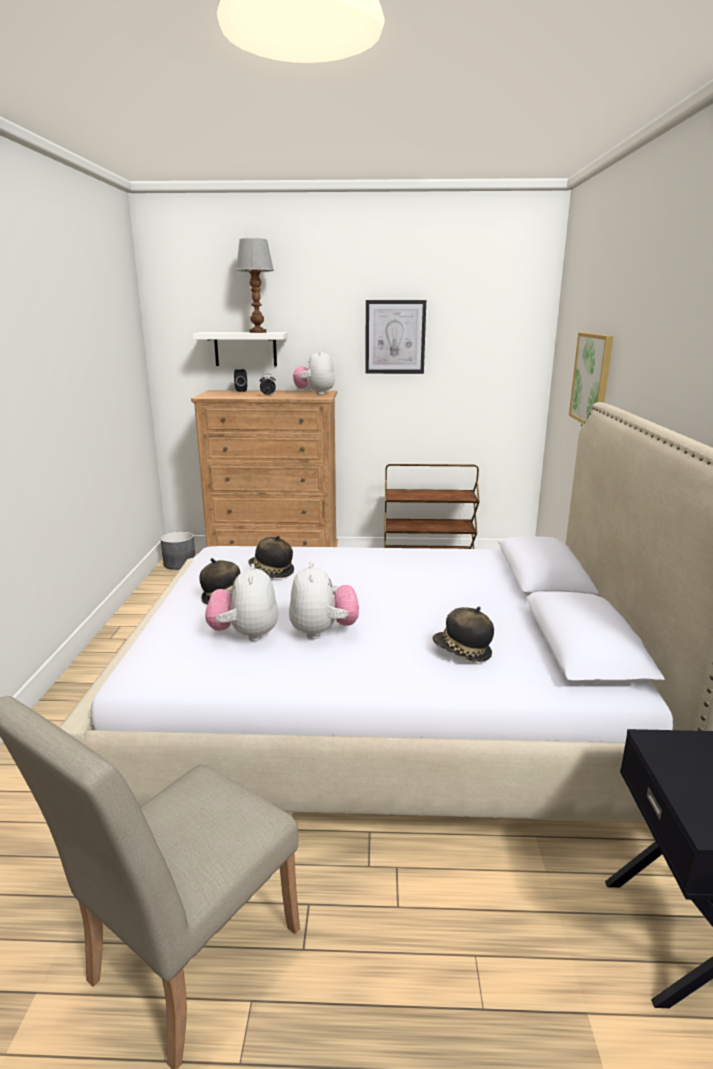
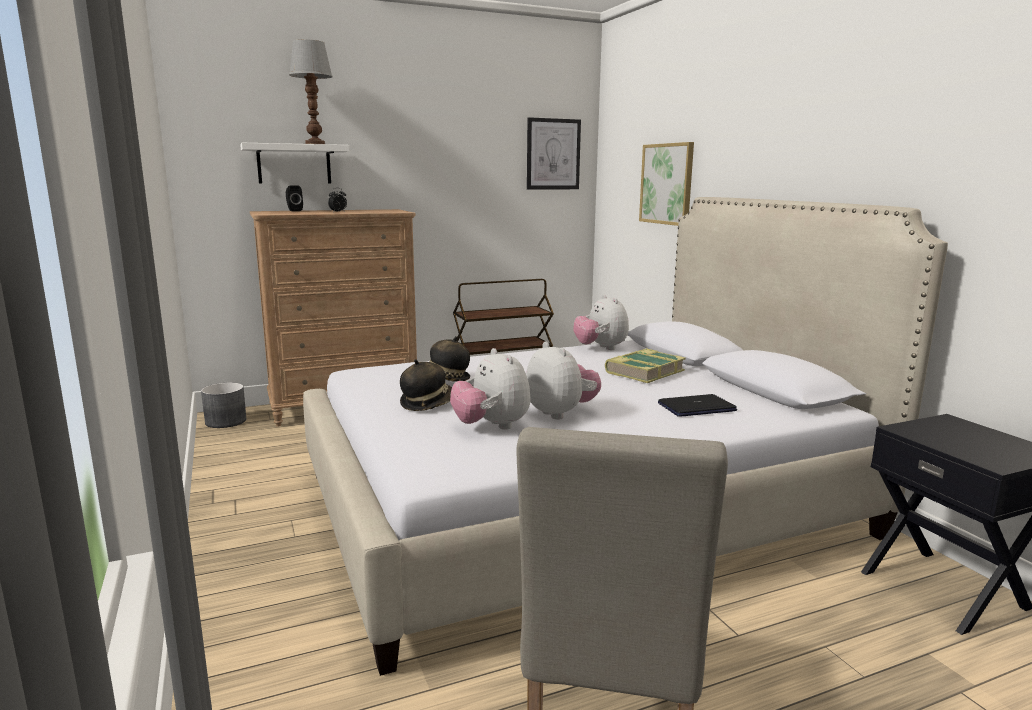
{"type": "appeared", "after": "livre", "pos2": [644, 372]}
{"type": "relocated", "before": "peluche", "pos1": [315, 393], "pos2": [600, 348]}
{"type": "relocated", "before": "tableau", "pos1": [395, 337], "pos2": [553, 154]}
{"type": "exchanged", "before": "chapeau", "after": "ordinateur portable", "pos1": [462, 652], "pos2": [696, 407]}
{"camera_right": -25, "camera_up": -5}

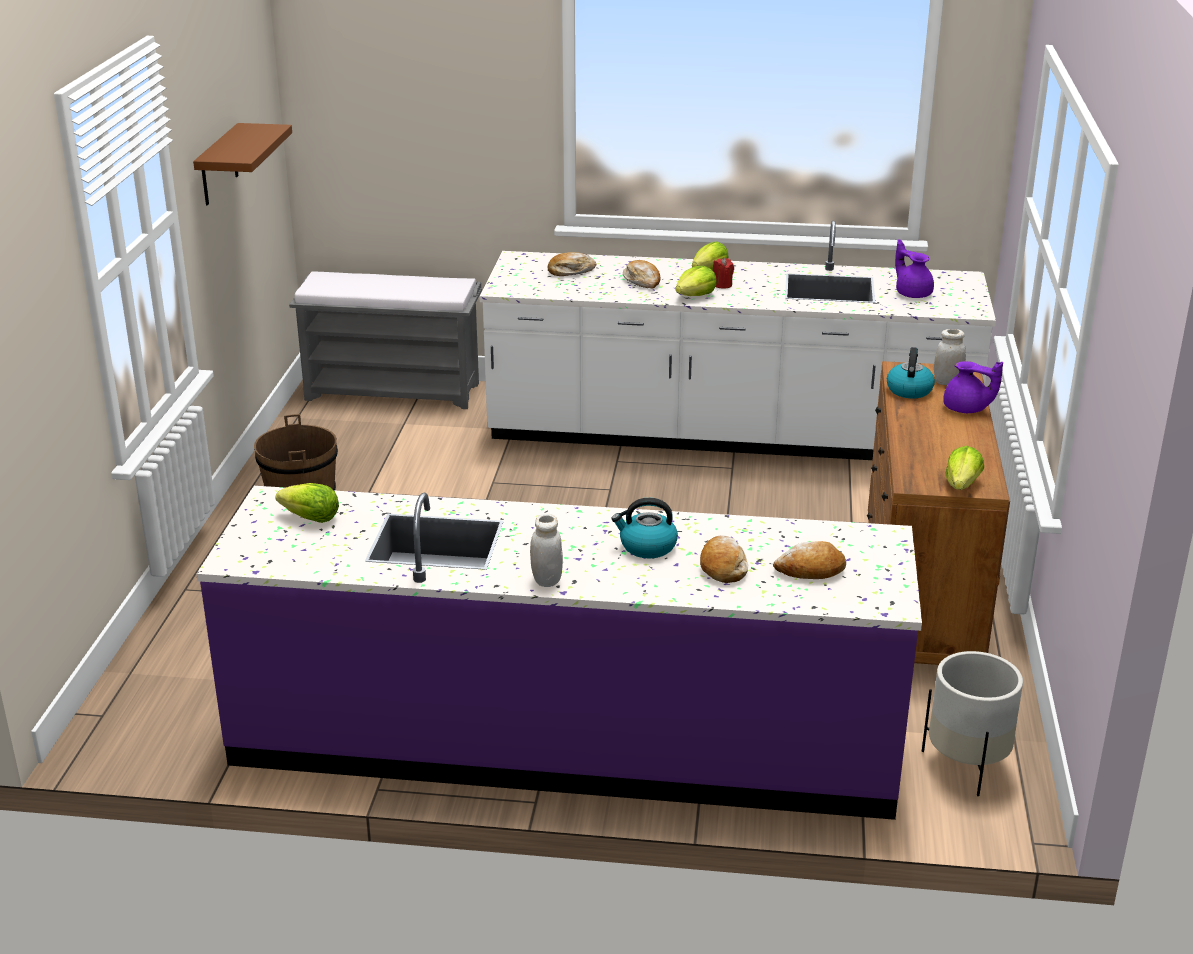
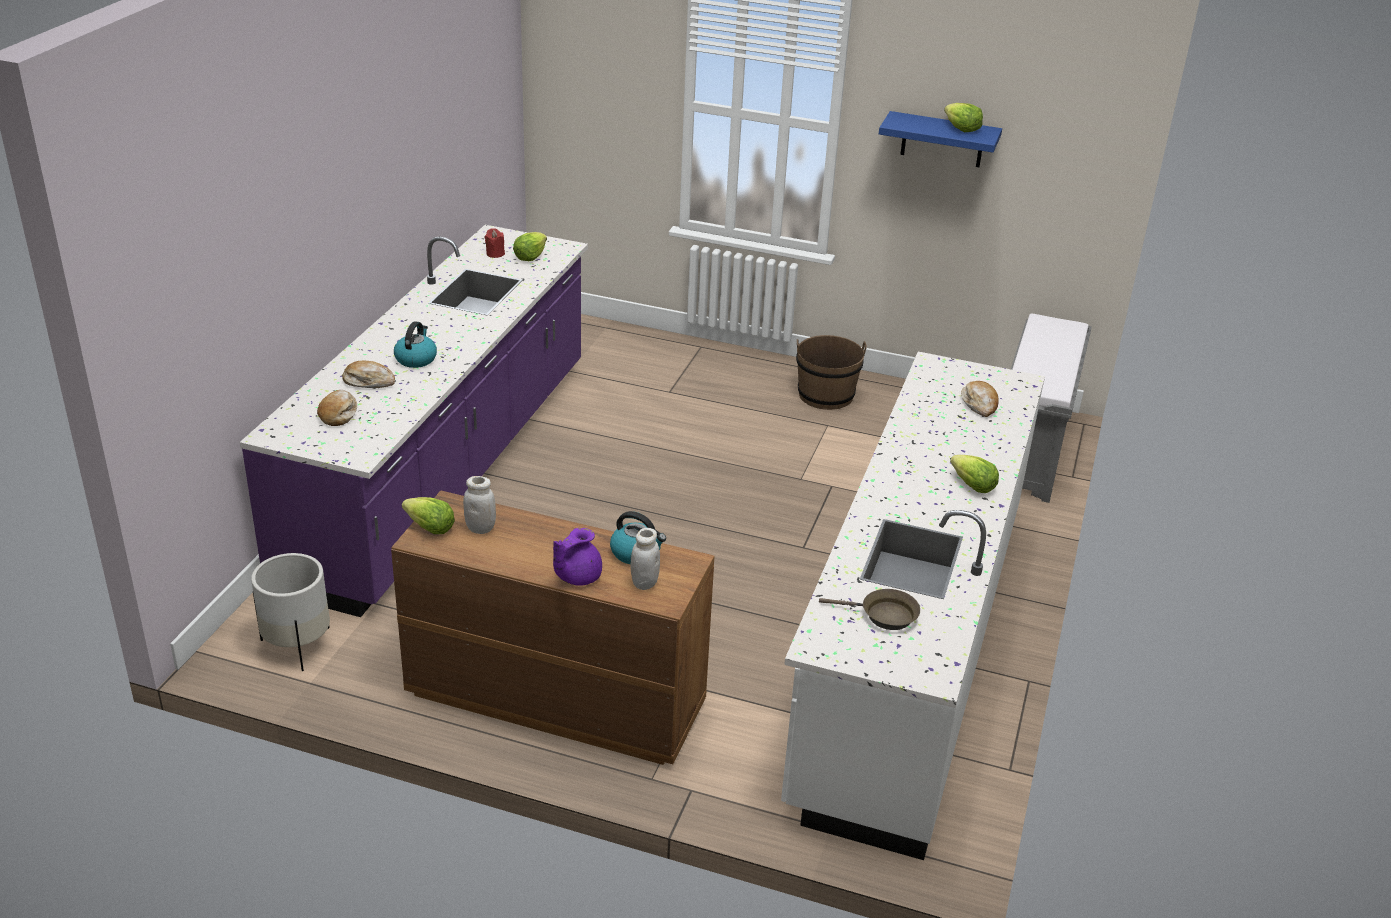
{"type": "missing", "before": "pain", "pos1": [642, 281]}
{"type": "relocated", "before": "bocal/blanc", "pos1": [546, 580], "pos2": [480, 528]}
{"type": "relocated", "before": "laitue", "pos1": [695, 296], "pos2": [961, 129]}
{"type": "relocated", "before": "bougie/rouge", "pos1": [722, 285], "pos2": [495, 254]}
{"type": "exchanged", "before": "théière/violet", "after": "poêle/marron", "pos1": [912, 293], "pos2": [884, 615]}
{"type": "colour", "before": "étagère/marron", "after": "étagère/bleu", "pos1": [219, 165], "pos2": [942, 140]}
{"camera_right": 100, "camera_up": 5}

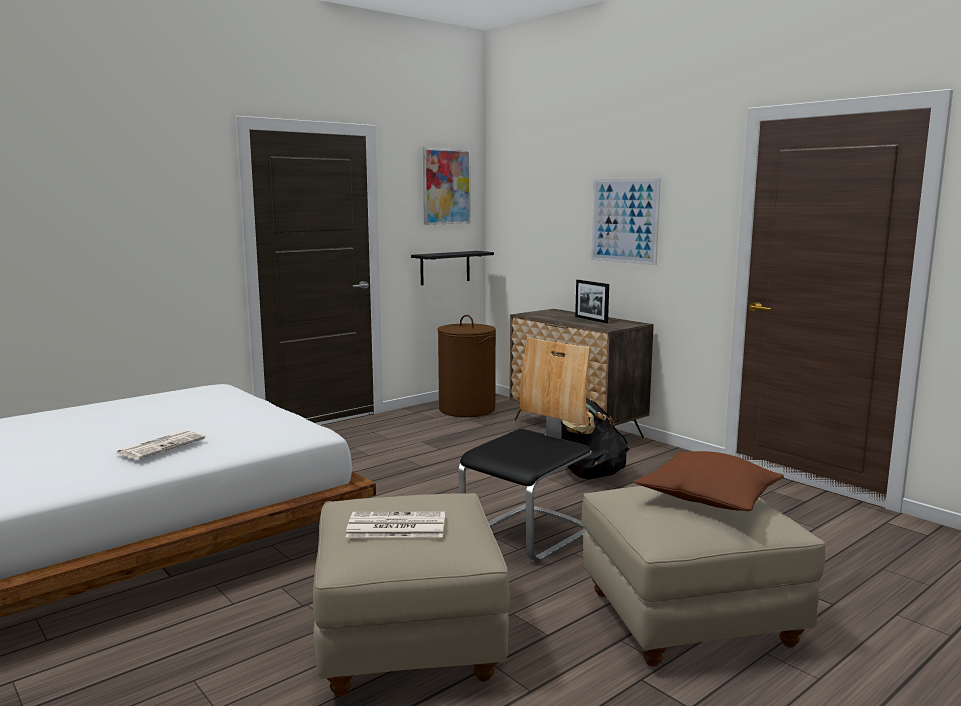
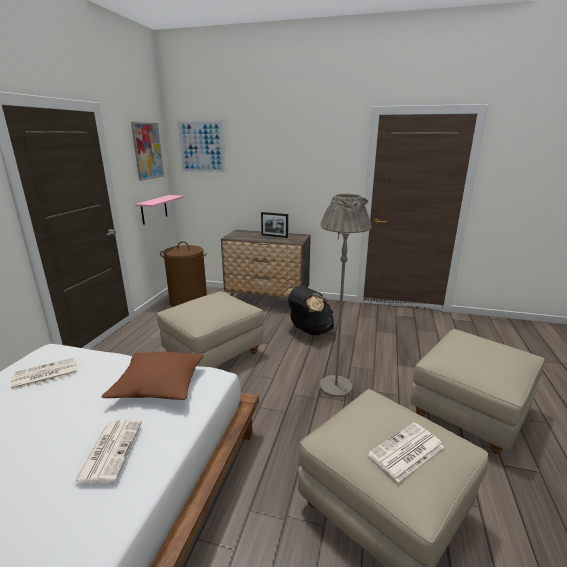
{"type": "appeared", "after": "journal", "pos2": [44, 374]}
{"type": "appeared", "after": "pouf/beige", "pos2": [213, 354]}
{"type": "relocated", "before": "tableau", "pos1": [624, 221], "pos2": [201, 147]}
{"type": "relocated", "before": "coussin/marron", "pos1": [708, 498], "pos2": [159, 386]}
{"type": "exchanged", "before": "chaise", "after": "lampadaire/gris", "pos1": [529, 534], "pos2": [335, 386]}
{"type": "colour", "before": "étagère/noir", "after": "étagère/rose", "pos1": [445, 267], "pos2": [154, 209]}
{"camera_right": -35, "camera_up": 10}

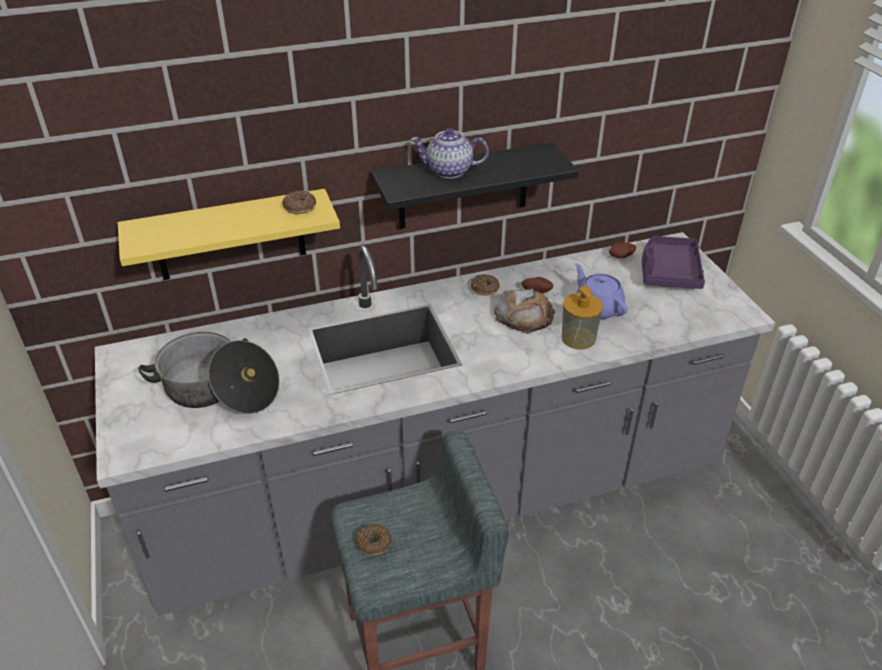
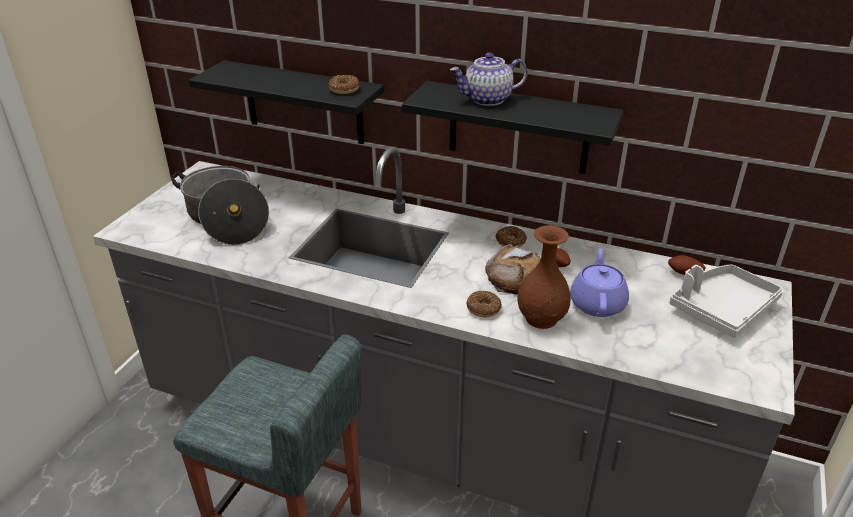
{"type": "relocated", "before": "beignet", "pos1": [373, 543], "pos2": [483, 309]}
{"type": "exchanged", "before": "distributeur de savon", "after": "vase/marron", "pos1": [578, 338], "pos2": [542, 318]}
{"type": "colour", "before": "étagère/jaune", "after": "étagère/noir", "pos1": [230, 236], "pos2": [304, 103]}
{"type": "colour", "before": "plateau/violet", "after": "plateau/gris", "pos1": [669, 271], "pos2": [722, 308]}
{"type": "spun", "before": "théière", "pos1": [449, 171], "pos2": [487, 99], "turn": -60}
{"camera_right": 40, "camera_up": -5}

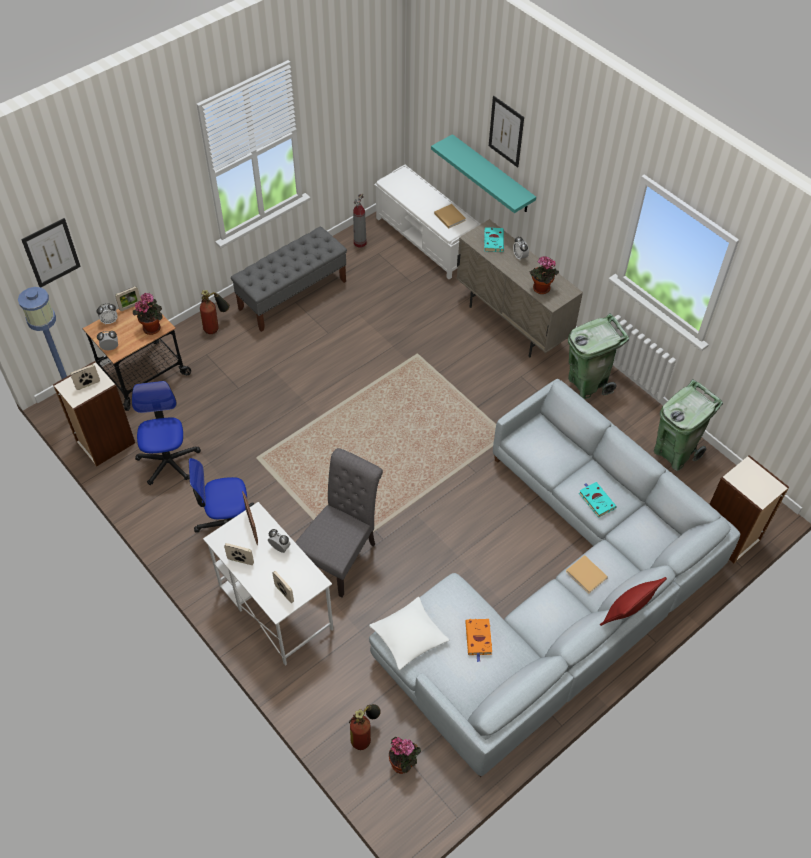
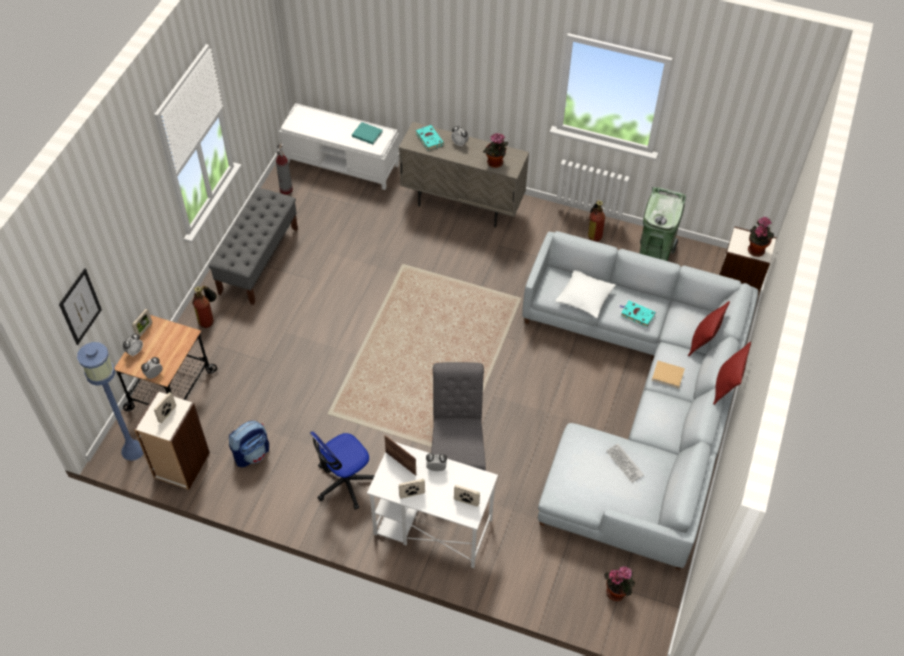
{"type": "missing", "before": "étagère/turquoise", "pos1": [492, 174]}
{"type": "missing", "before": "tableau", "pos1": [506, 131]}
{"type": "missing", "before": "poubelle/vert", "pos1": [587, 383]}
{"type": "appeared", "after": "coussin/rouge", "pos2": [703, 341]}
{"type": "relocated", "before": "plante en pot", "pos1": [153, 327], "pos2": [755, 249]}
{"type": "relocated", "before": "extincteur", "pos1": [365, 734], "pos2": [594, 232]}
{"type": "relocated", "before": "coussin/blanc", "pos1": [409, 636], "pos2": [584, 297]}
{"type": "exchanged", "before": "chaise de bureau", "after": "sac à dos", "pos1": [168, 461], "pos2": [252, 454]}
{"type": "exchanged", "before": "livre/orange", "after": "clavier", "pos1": [478, 639], "pos2": [624, 463]}
{"type": "colour", "before": "livre/beige", "after": "livre/turquoise", "pos1": [449, 216], "pos2": [366, 134]}
{"camera_right": -30, "camera_up": 0}

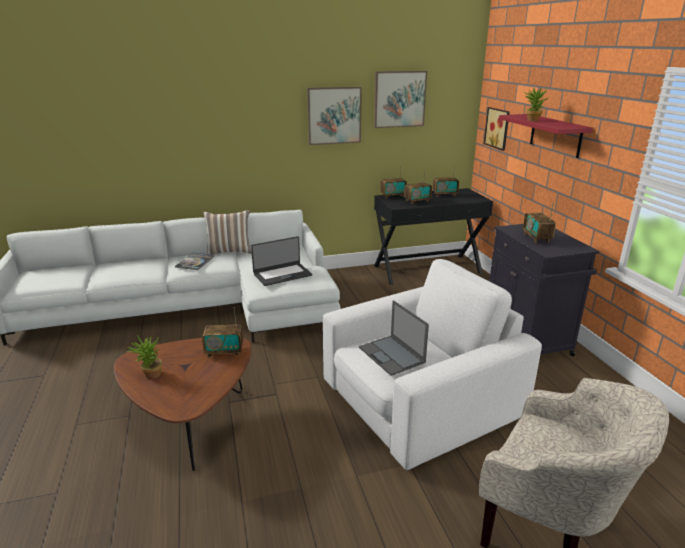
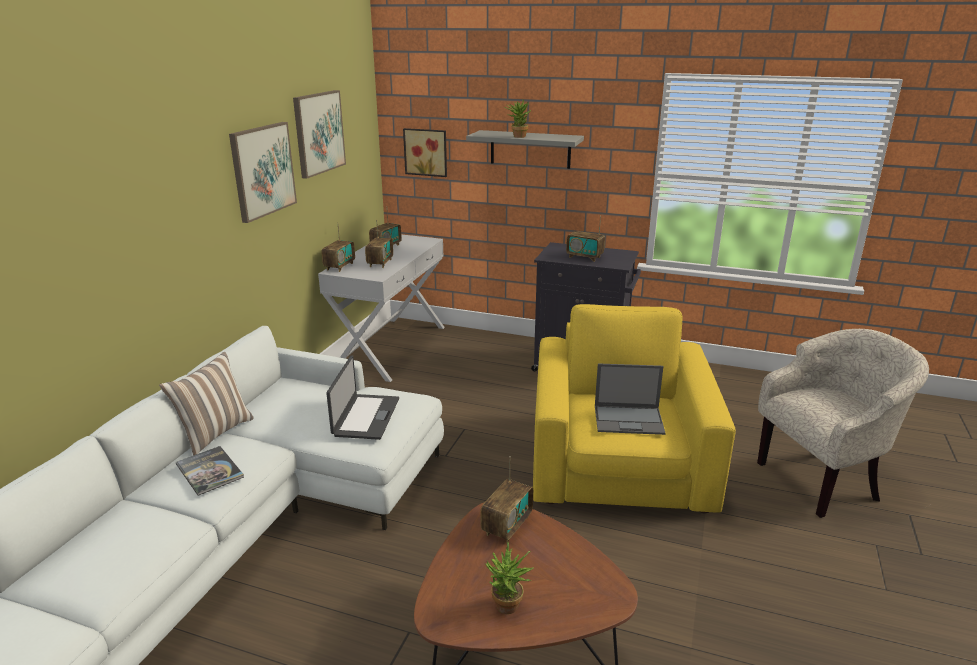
{"type": "colour", "before": "fauteuil/blanc", "after": "fauteuil/jaune", "pos1": [419, 401], "pos2": [620, 462]}
{"type": "colour", "before": "table console/noir", "after": "table console/blanc", "pos1": [427, 269], "pos2": [390, 347]}
{"type": "colour", "before": "étagère/rouge", "after": "étagère/gris", "pos1": [555, 135], "pos2": [530, 149]}
{"camera_right": -55, "camera_up": 0}

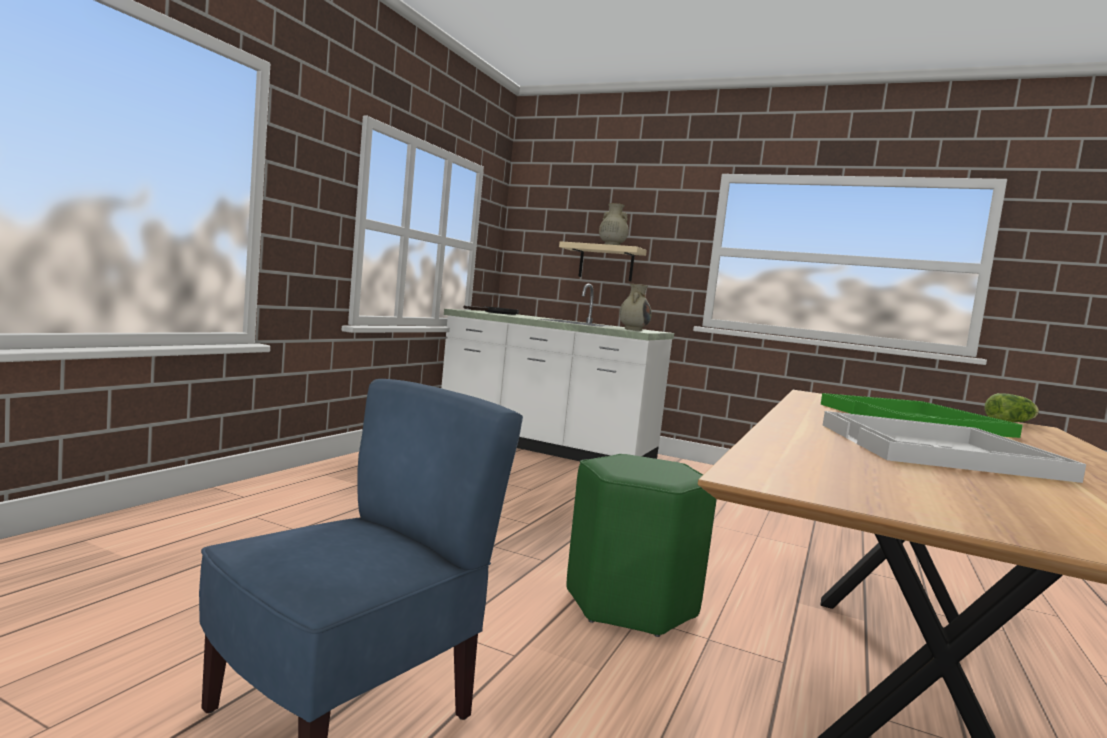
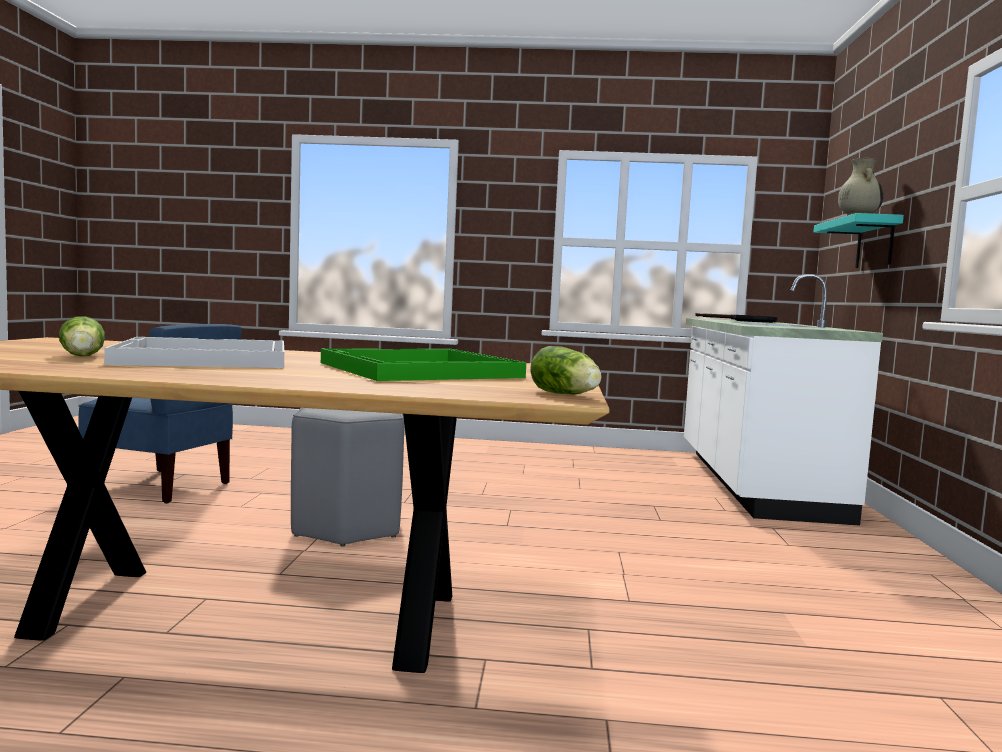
{"type": "missing", "before": "vase/beige", "pos1": [633, 329]}
{"type": "appeared", "after": "laitue", "pos2": [82, 357]}
{"type": "colour", "before": "étagère/beige", "after": "étagère/turquoise", "pos1": [606, 263], "pos2": [875, 243]}
{"type": "colour", "before": "tabouret/vert", "after": "tabouret/gris", "pos1": [631, 603], "pos2": [349, 527]}
{"camera_right": 70, "camera_up": 0}

